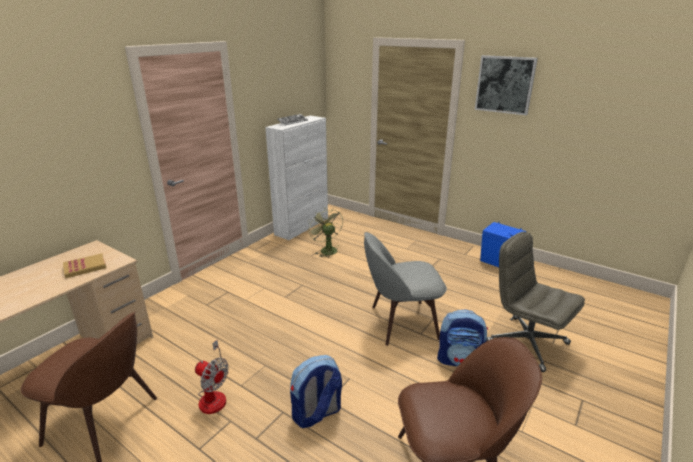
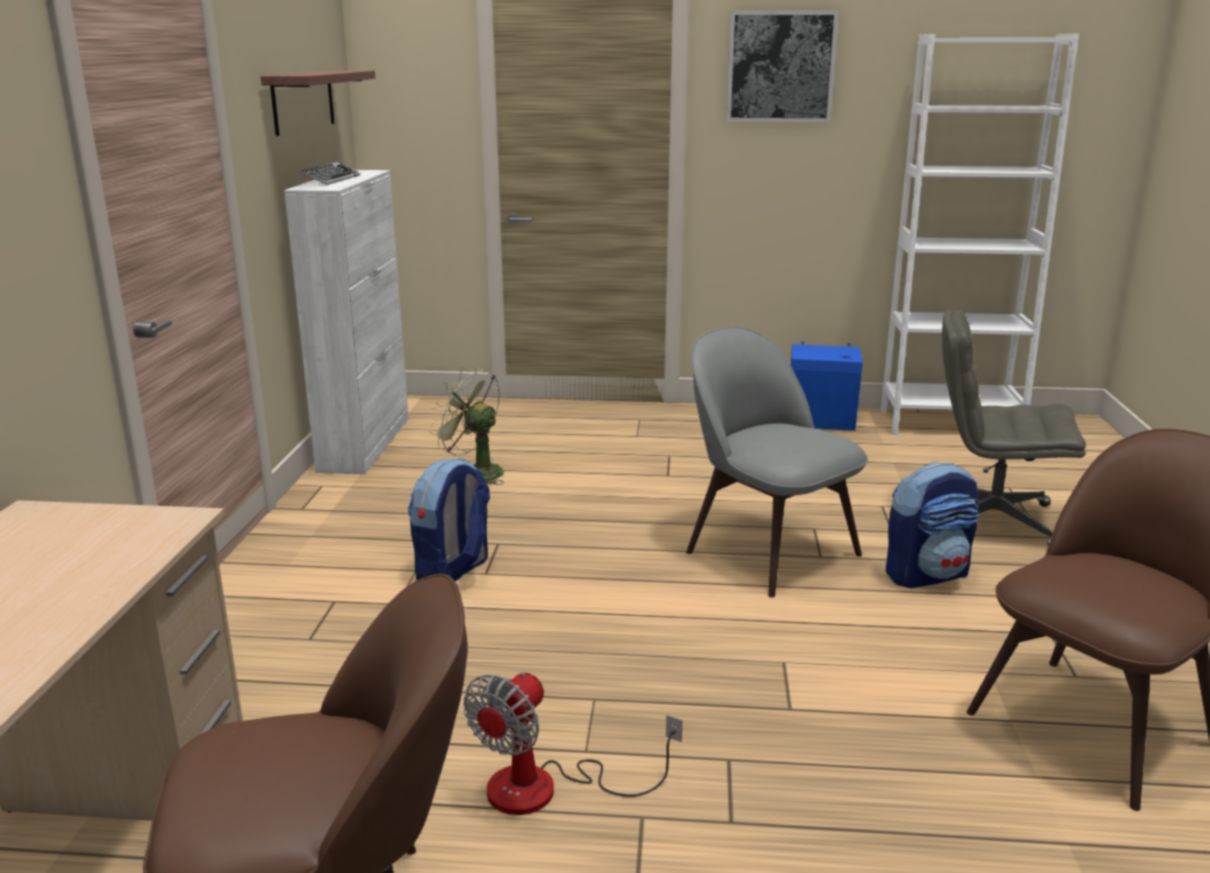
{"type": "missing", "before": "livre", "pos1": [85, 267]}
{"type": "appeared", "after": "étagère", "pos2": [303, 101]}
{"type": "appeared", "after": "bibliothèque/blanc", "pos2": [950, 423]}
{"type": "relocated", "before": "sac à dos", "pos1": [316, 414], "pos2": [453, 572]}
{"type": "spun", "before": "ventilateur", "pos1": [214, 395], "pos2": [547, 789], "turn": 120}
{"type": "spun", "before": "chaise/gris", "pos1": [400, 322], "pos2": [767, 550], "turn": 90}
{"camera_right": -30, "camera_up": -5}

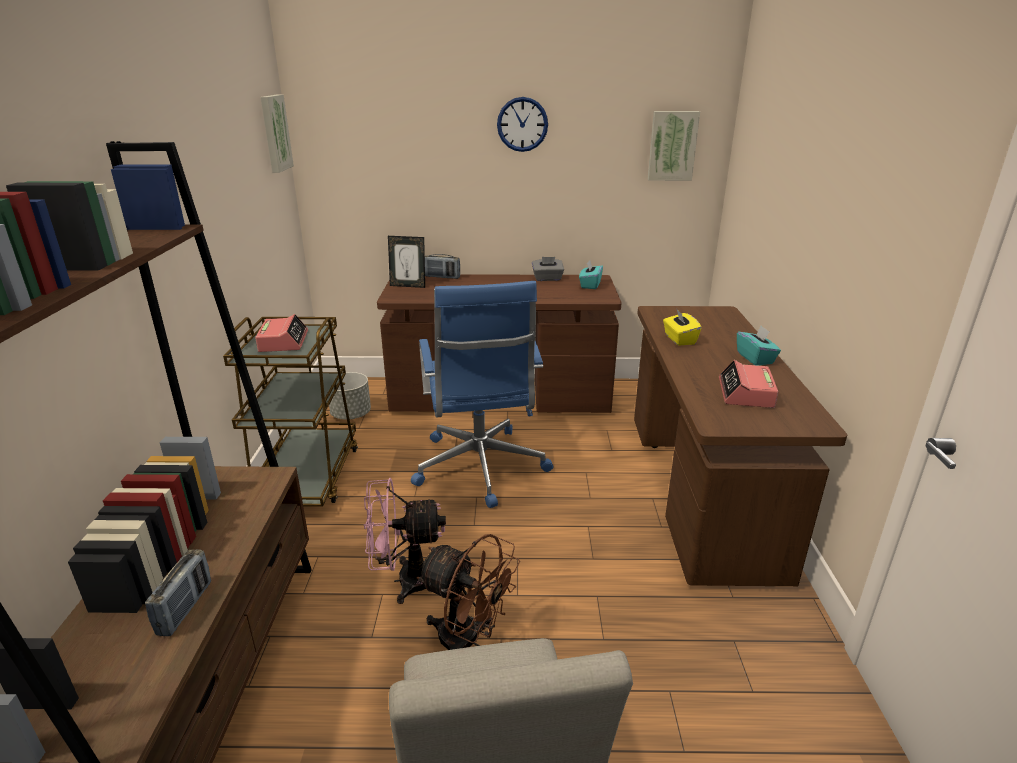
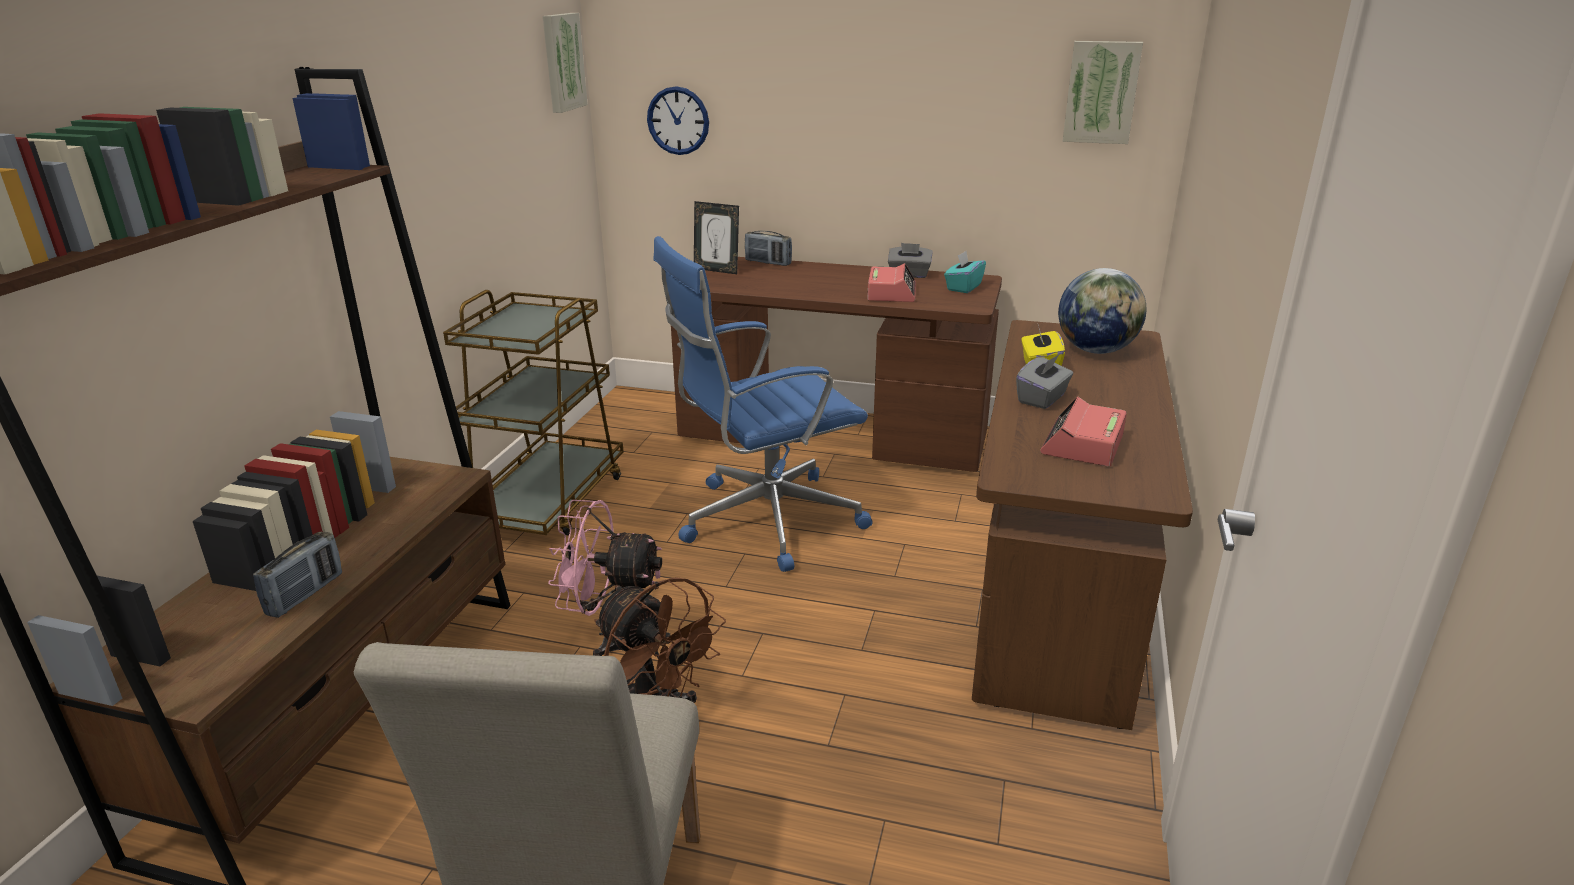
{"type": "missing", "before": "cache-pot/gris", "pos1": [351, 414]}
{"type": "missing", "before": "boîte à mouchoirs/turquoise", "pos1": [755, 358]}
{"type": "appeared", "after": "boîte à mouchoirs/gris", "pos2": [1042, 399]}
{"type": "appeared", "after": "globe", "pos2": [1096, 350]}
{"type": "relocated", "before": "réveil", "pos1": [283, 341], "pos2": [891, 293]}
{"type": "relocated", "before": "horloge murale", "pos1": [522, 124], "pos2": [678, 121]}
{"type": "spun", "before": "chaise de bureau/bleu", "pos1": [480, 468], "pos2": [765, 520], "turn": 60}
{"camera_right": 15, "camera_up": 0}

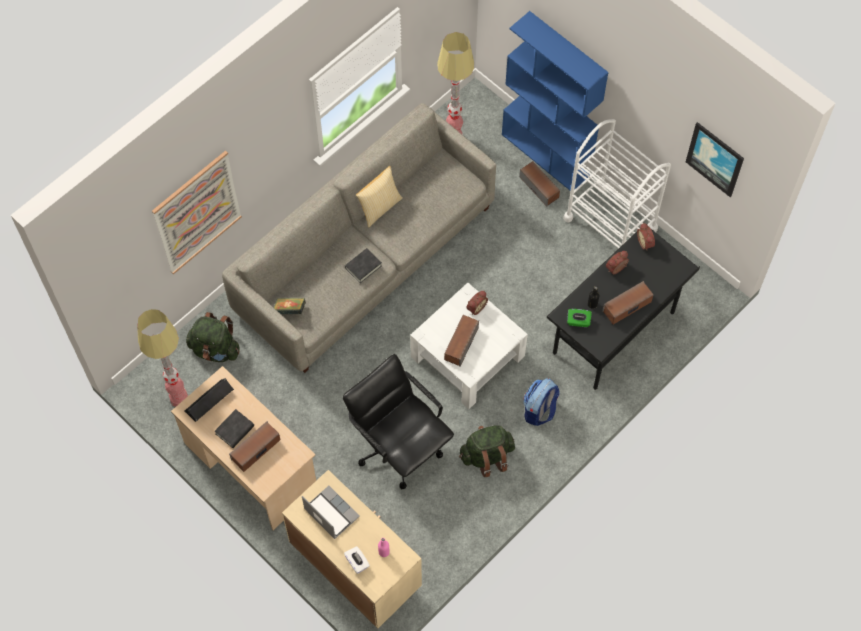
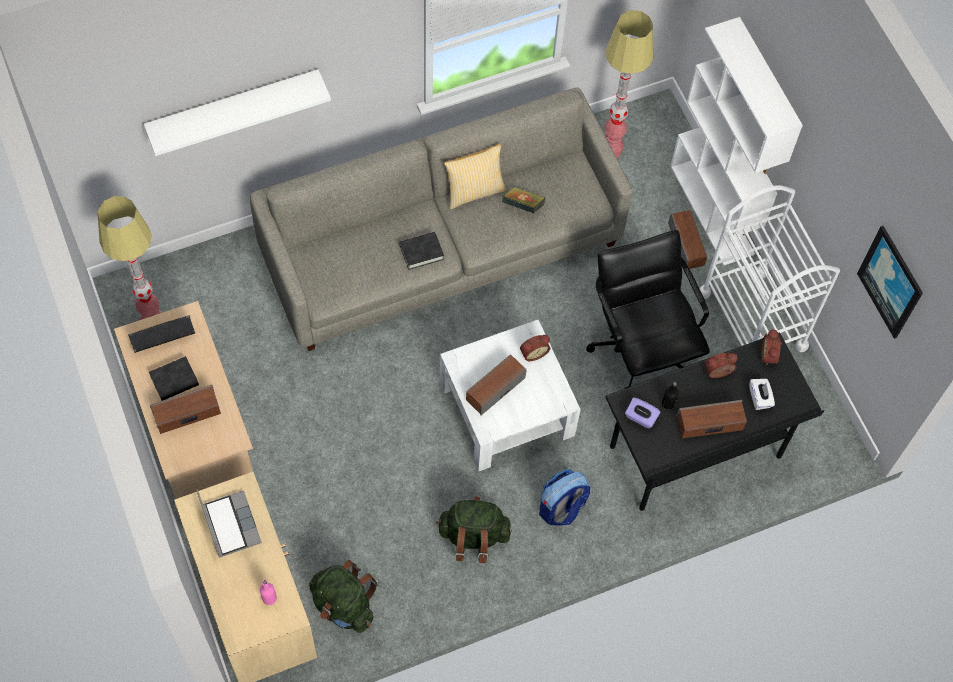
{"type": "relocated", "before": "sac à dos/vert", "pos1": [215, 349], "pos2": [344, 605]}
{"type": "relocated", "before": "livre", "pos1": [290, 310], "pos2": [523, 206]}
{"type": "relocated", "before": "chaise de bureau/noir", "pos1": [399, 446], "pos2": [640, 348]}
{"type": "relocated", "before": "boîte à mouchoirs/blanc", "pos1": [357, 562], "pos2": [760, 398]}
{"type": "exchanged", "before": "tableau", "after": "étagère/blanc", "pos1": [197, 213], "pos2": [233, 106]}
{"type": "colour", "before": "bibliothèque/bleu", "after": "bibliothèque/blanc", "pos1": [546, 155], "pos2": [712, 210]}
{"type": "colour", "before": "boîte à mouchoirs/vert", "after": "boîte à mouchoirs/violet", "pos1": [578, 321], "pos2": [640, 417]}
{"camera_right": 20, "camera_up": 0}

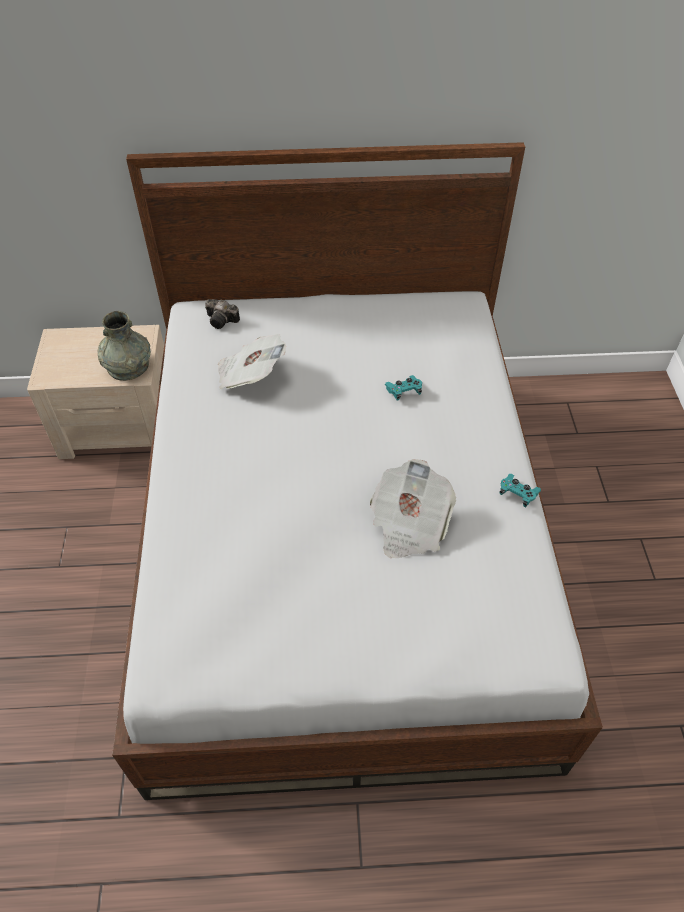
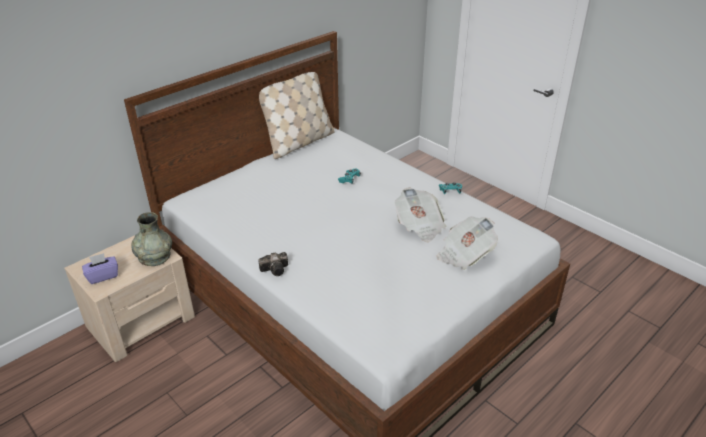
{"type": "appeared", "after": "boîte à mouchoirs/violet", "pos2": [103, 276]}
{"type": "appeared", "after": "coussin/beige", "pos2": [298, 142]}
{"type": "relocated", "before": "appareil photo", "pos1": [223, 321], "pos2": [276, 269]}
{"type": "relocated", "before": "journal", "pos1": [250, 375], "pos2": [464, 254]}
{"camera_right": -40, "camera_up": -15}

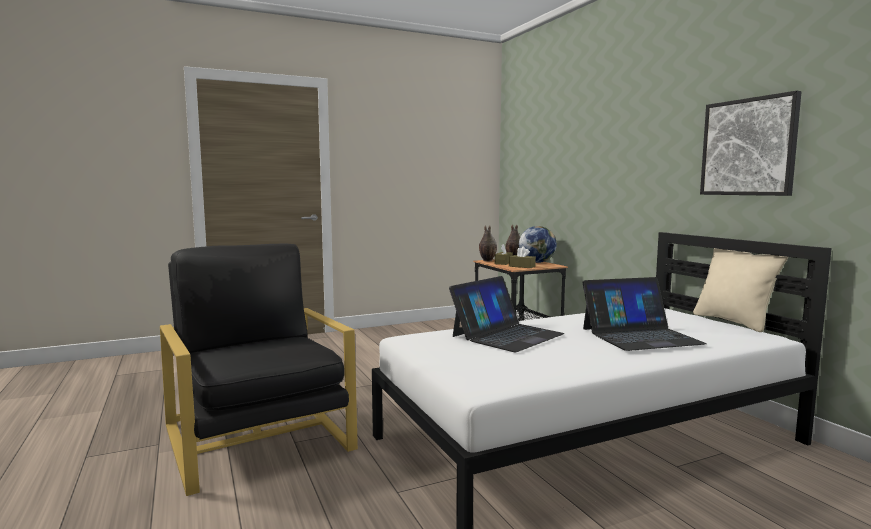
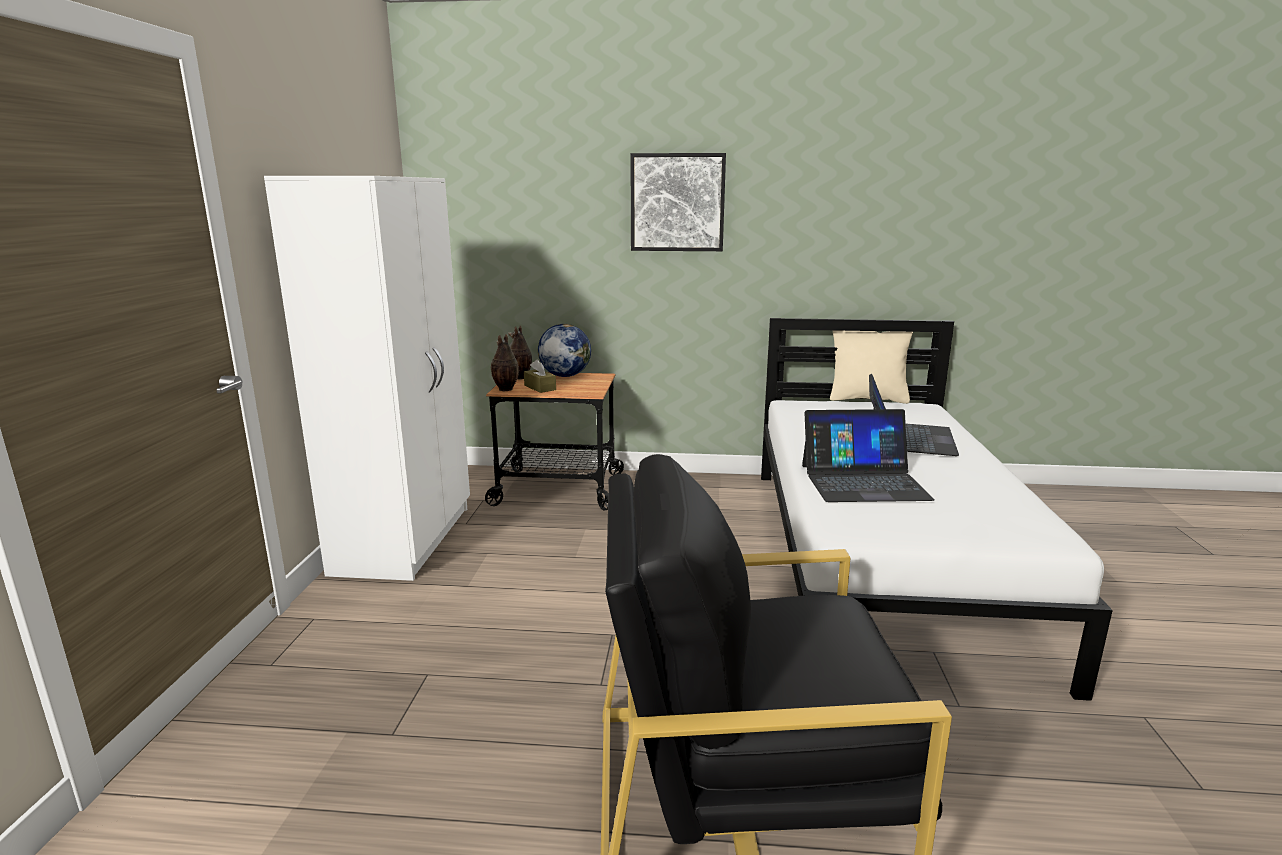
{"type": "missing", "before": "boîte à mouchoirs/marron", "pos1": [522, 266]}
{"type": "appeared", "after": "armoire/blanc", "pos2": [406, 539]}
{"type": "relocated", "before": "tableau", "pos1": [748, 147], "pos2": [677, 202]}
{"type": "spun", "before": "ordinateur portable", "pos1": [507, 335], "pos2": [863, 482], "turn": 105}
{"camera_right": -60, "camera_up": 10}

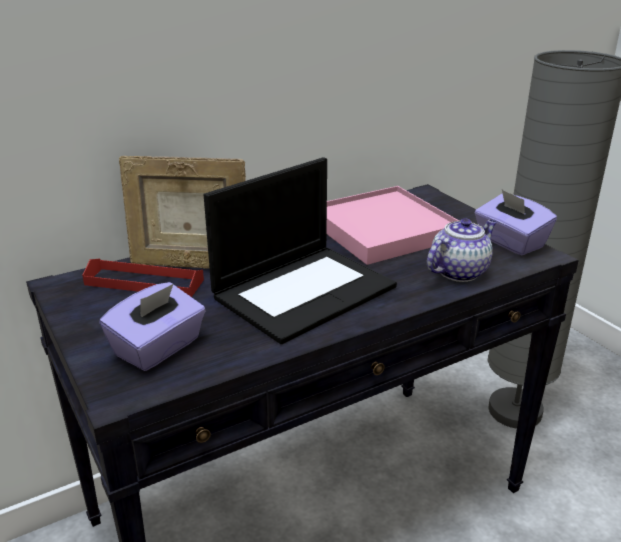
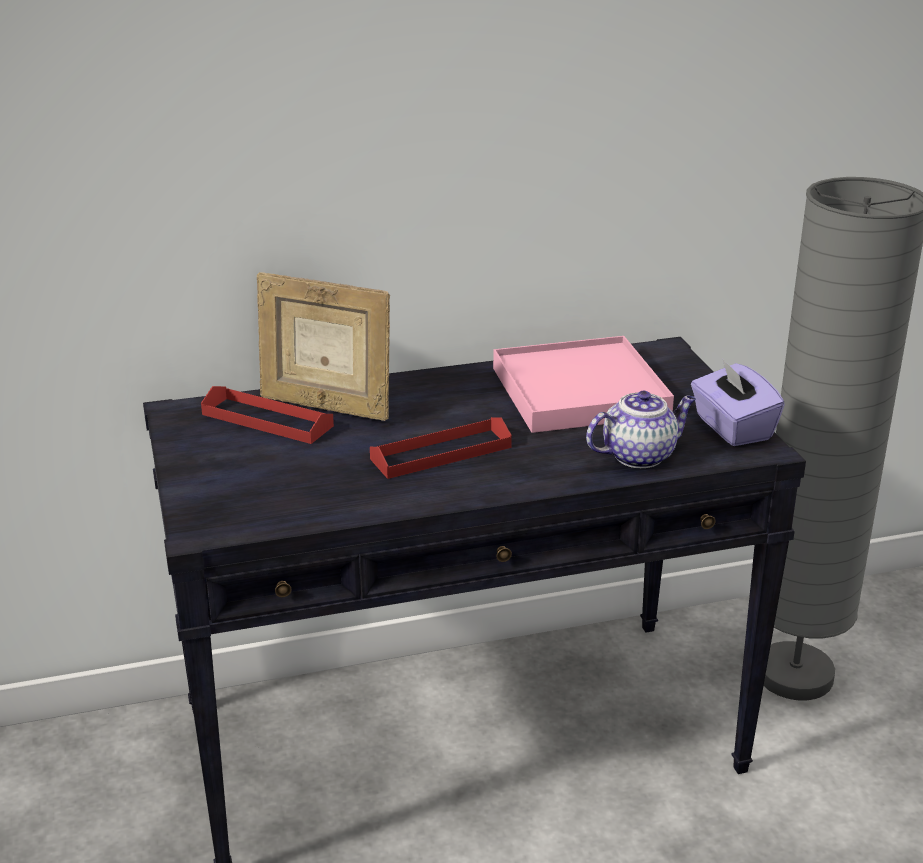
{"type": "missing", "before": "boîte à mouchoirs/violet", "pos1": [158, 348]}
{"type": "exchanged", "before": "ordinateur portable", "after": "plateau/rouge", "pos1": [304, 290], "pos2": [441, 453]}
{"camera_right": 15, "camera_up": 0}

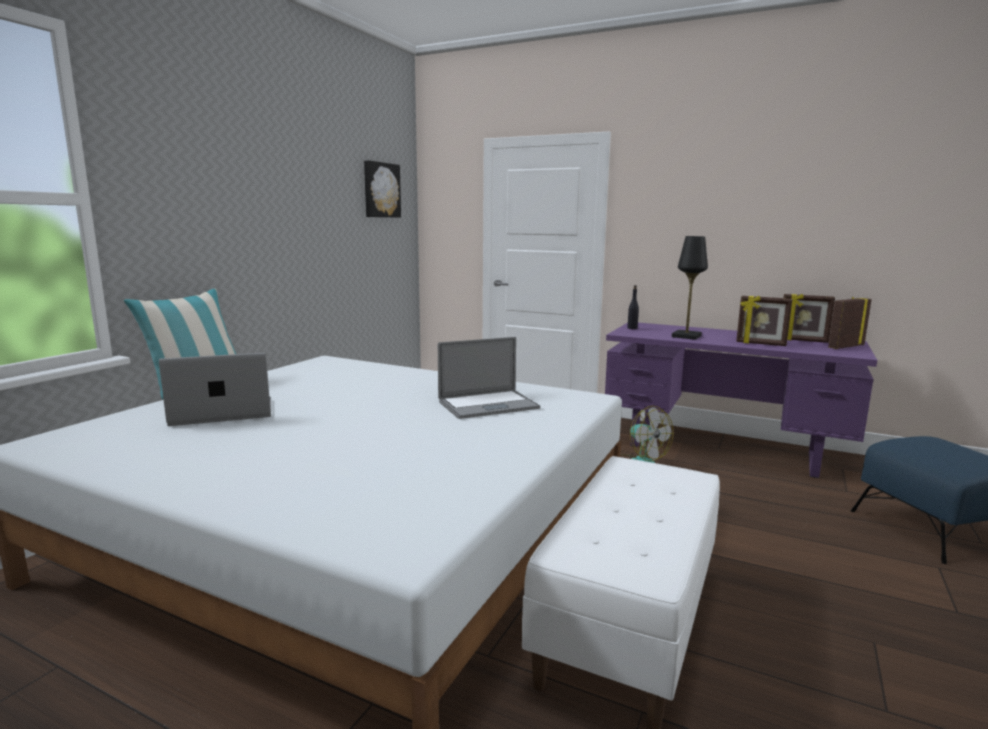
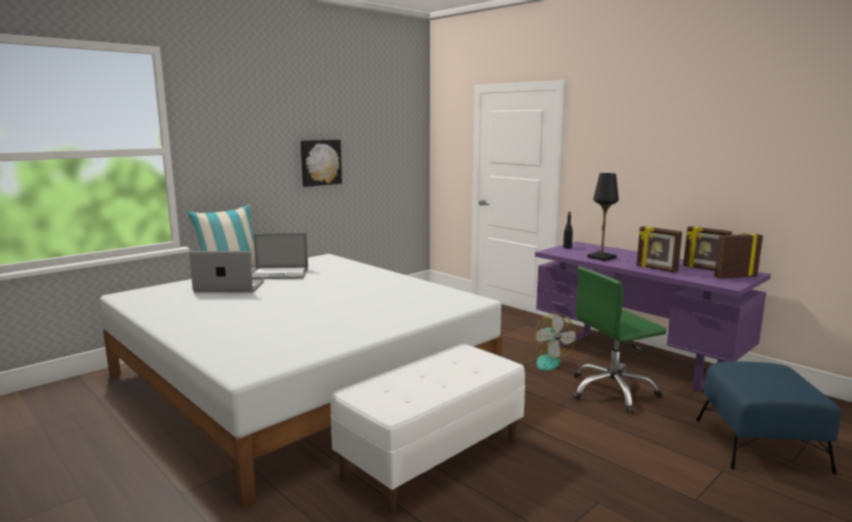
{"type": "appeared", "after": "chaise de bureau/vert", "pos2": [612, 391]}
{"type": "relocated", "before": "tableau", "pos1": [381, 190], "pos2": [320, 162]}
{"type": "relocated", "before": "ordinateur portable", "pos1": [488, 405], "pos2": [279, 274]}
{"camera_right": 20, "camera_up": 0}

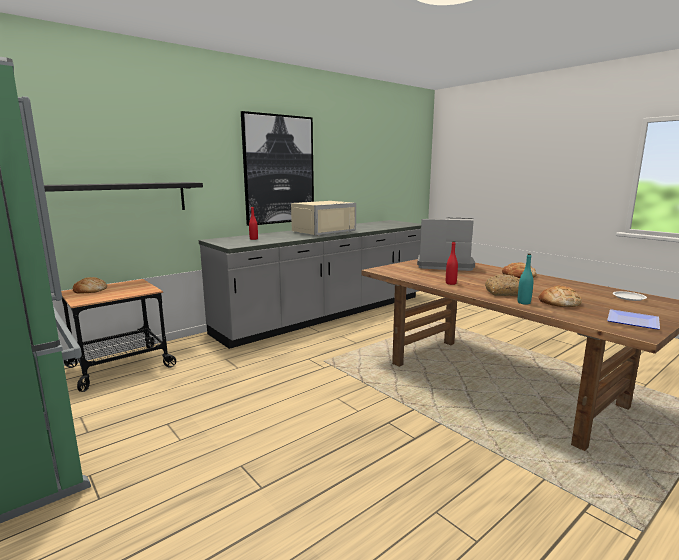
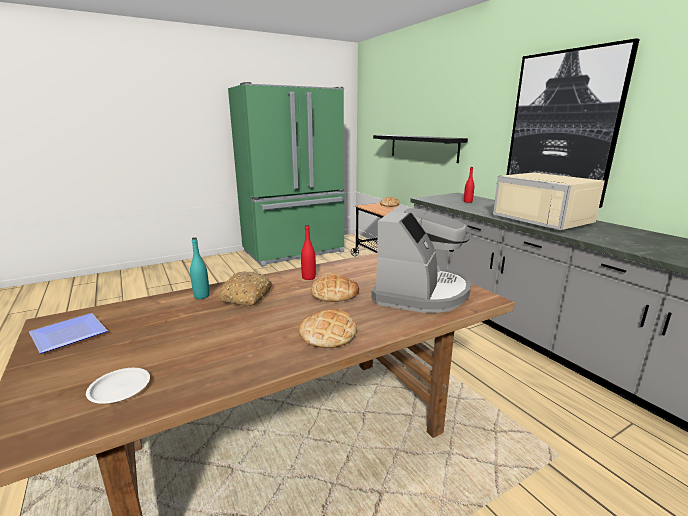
{"type": "relocated", "before": "pain", "pos1": [558, 302], "pos2": [334, 293]}
{"camera_right": 100, "camera_up": 5}

